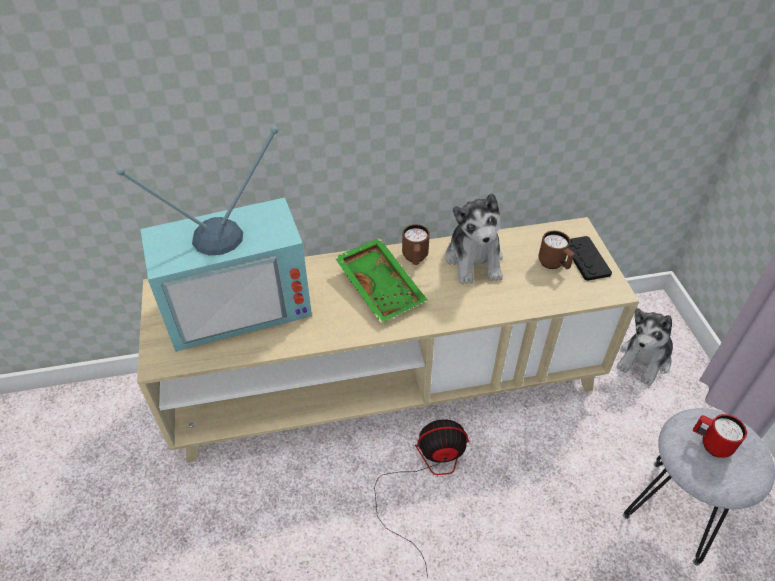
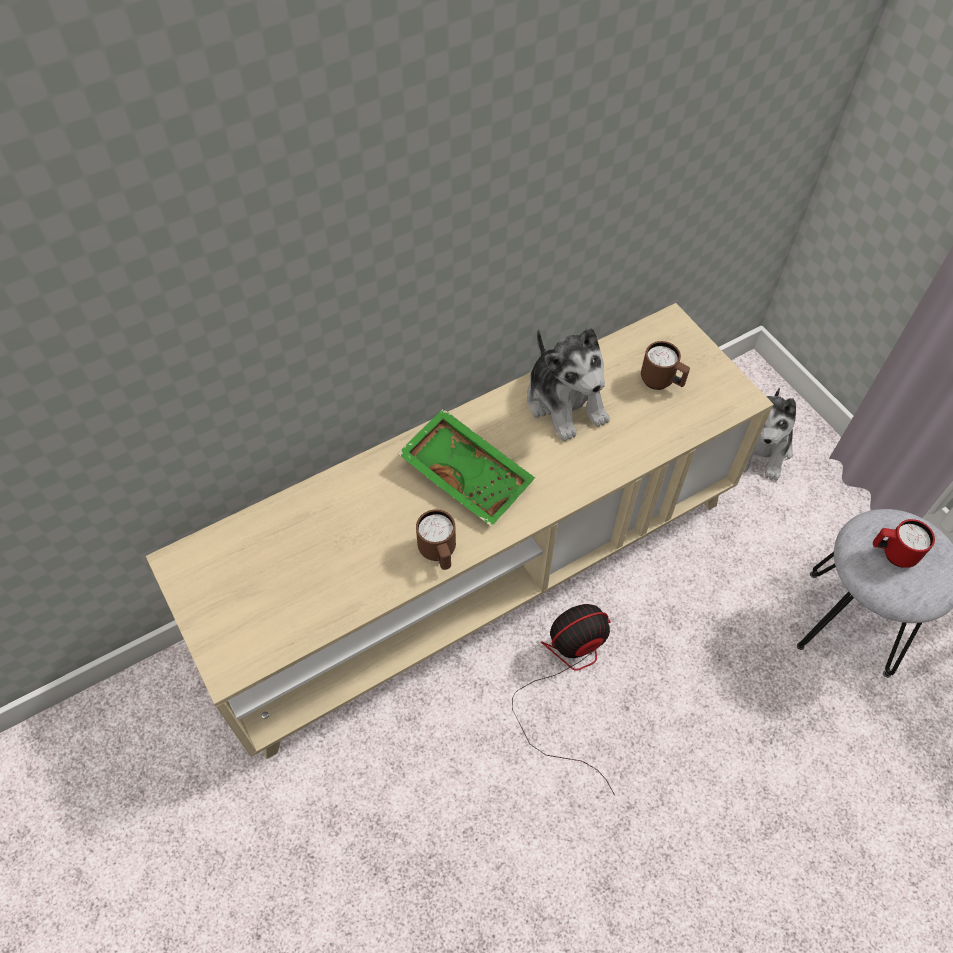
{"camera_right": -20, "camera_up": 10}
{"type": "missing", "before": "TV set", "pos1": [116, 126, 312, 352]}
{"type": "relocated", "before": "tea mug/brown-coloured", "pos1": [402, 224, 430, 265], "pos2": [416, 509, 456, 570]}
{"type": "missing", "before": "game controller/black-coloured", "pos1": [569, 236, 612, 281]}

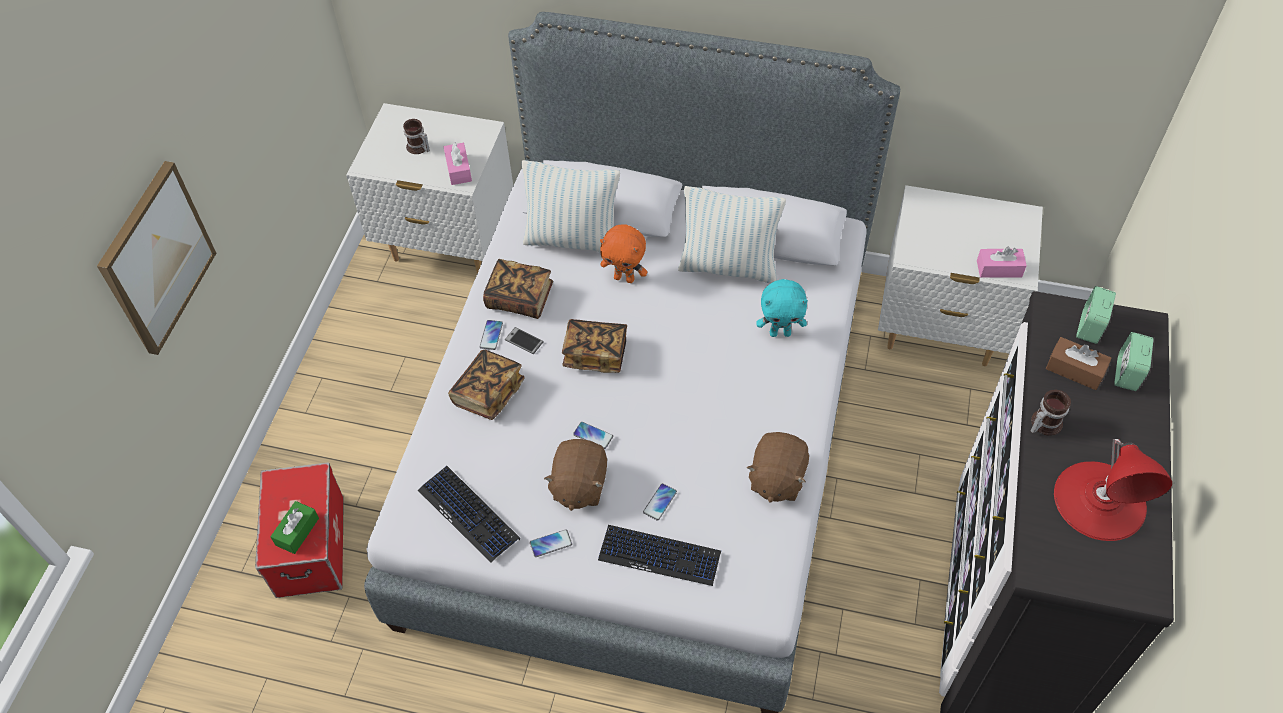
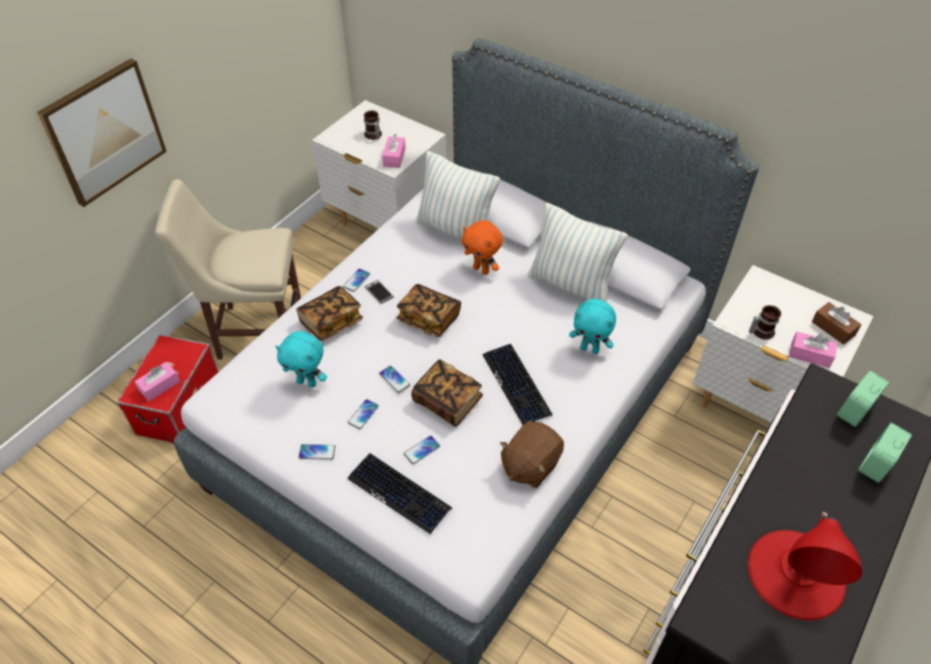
{"camera_right": 20, "camera_up": -5}
{"type": "relocated", "before": "bound book", "pos1": [483, 259, 553, 319], "pos2": [411, 359, 483, 427]}
{"type": "relocated", "before": "box of tissues/brown-coloured", "pos1": [1046, 337, 1112, 390], "pos2": [812, 302, 862, 345]}
{"type": "relocated", "before": "tea mug", "pos1": [1030, 390, 1071, 436], "pos2": [749, 305, 781, 340]}
{"type": "exchanged", "before": "cuddly toy/brown-coloured", "after": "telephone", "pos1": [544, 439, 607, 511], "pos2": [348, 399, 379, 429]}
{"type": "relocated", "before": "keyboard", "pos1": [418, 466, 520, 563], "pos2": [483, 344, 552, 425]}
{"type": "colour", "before": "box of tissues/greenish", "after": "box of tissues/pink", "pos1": [270, 501, 319, 554], "pos2": [135, 362, 180, 401]}
{"type": "appeared", "after": "chair/beige-coloured", "pos2": [155, 179, 301, 359]}
{"type": "appeared", "after": "cuddly toy/turquoise", "pos2": [275, 331, 327, 387]}

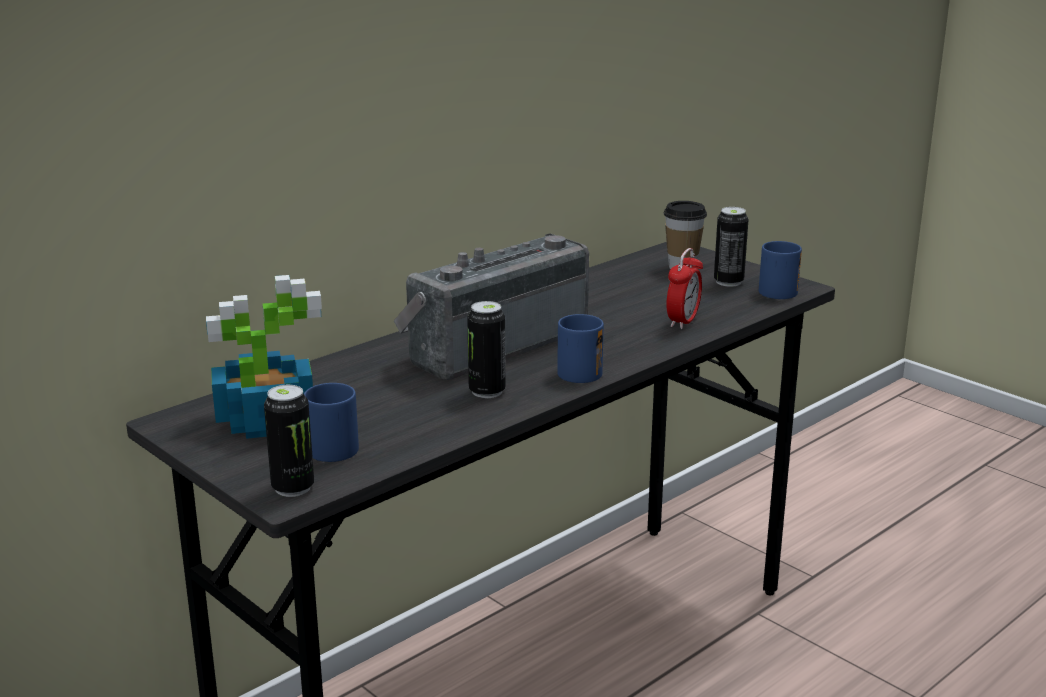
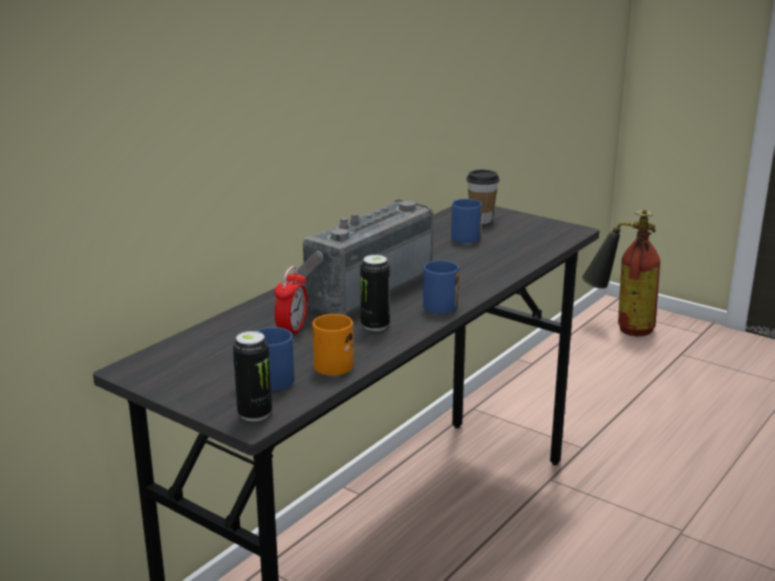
{"camera_right": -10, "camera_up": 0}
{"type": "missing", "before": "metal can", "pos1": [714, 207, 748, 287]}
{"type": "relocated", "before": "tea mug/bluish", "pos1": [759, 241, 802, 299], "pos2": [451, 199, 482, 243]}
{"type": "relocated", "before": "bedside clock", "pos1": [666, 248, 703, 329], "pos2": [274, 266, 308, 334]}
{"type": "missing", "before": "houseplant", "pos1": [206, 275, 322, 439]}
{"type": "appeared", "after": "fire extinguisher", "pos2": [582, 210, 660, 336]}
{"type": "appeared", "after": "tea mug/orange-coloured", "pos2": [313, 314, 354, 375]}

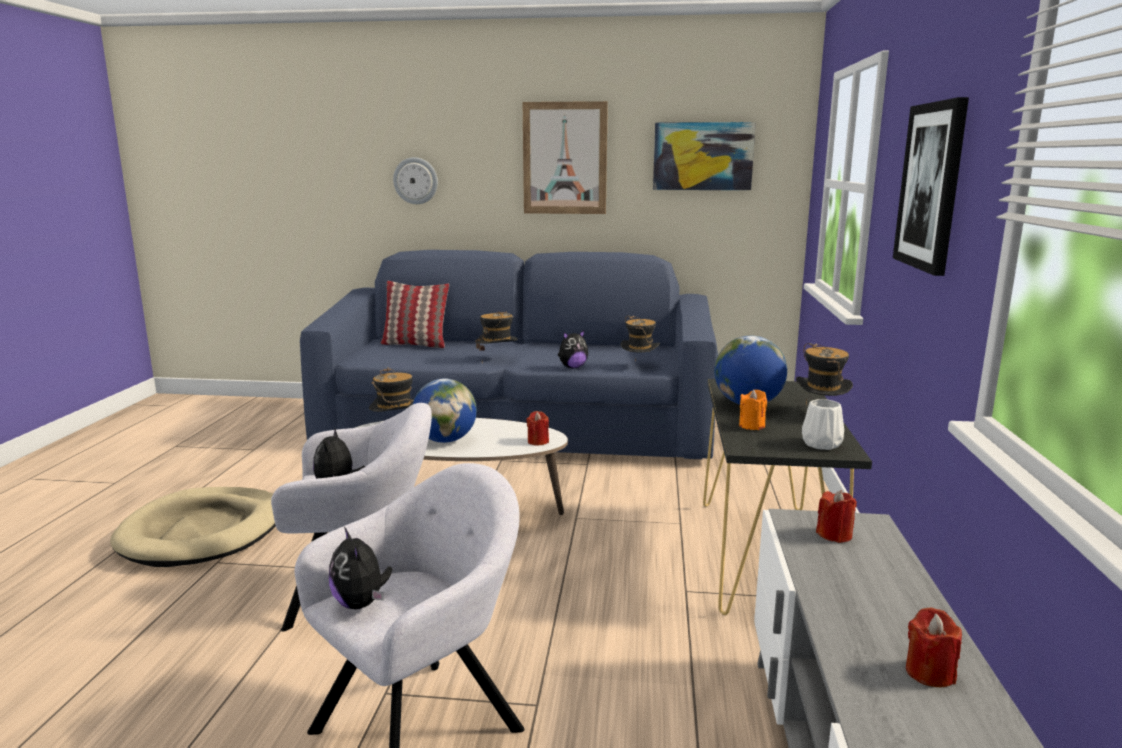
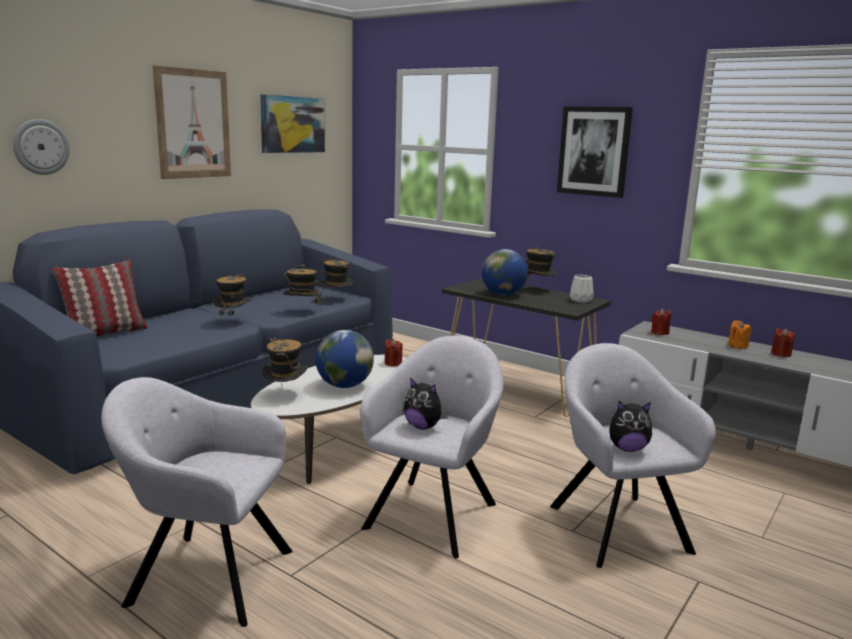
{"camera_right": -60, "camera_up": 0}
{"type": "exchanged", "before": "cuddly toy", "after": "hat", "pos1": [558, 330, 588, 368], "pos2": [283, 264, 322, 303]}
{"type": "relocated", "before": "candle/orange-coloured", "pos1": [739, 389, 767, 430], "pos2": [728, 320, 751, 349]}
{"type": "exchanged", "before": "pet bed/beige-coloured", "after": "lounge chair/greyish", "pos1": [110, 487, 276, 567], "pos2": [101, 377, 292, 627]}

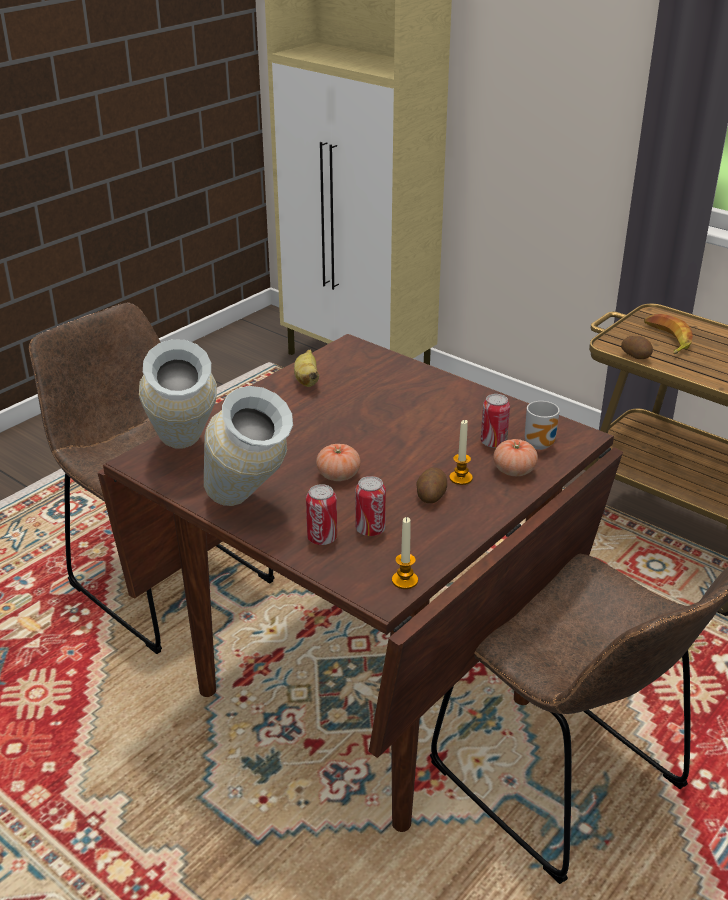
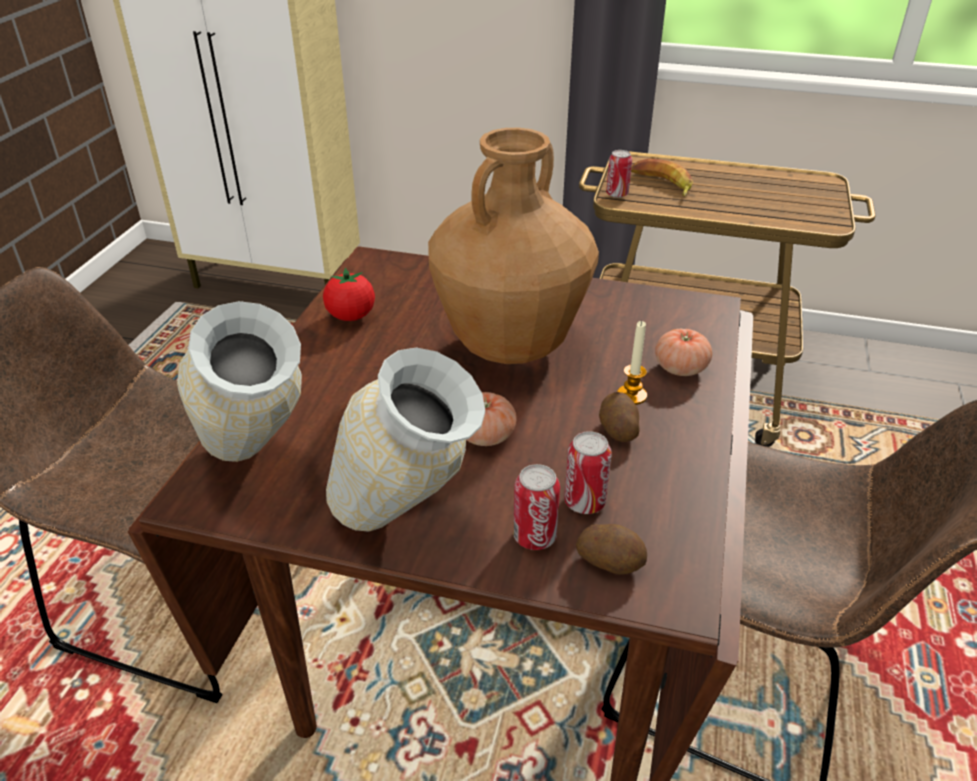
{"camera_right": -25, "camera_up": 5}
{"type": "relocated", "before": "spud", "pos1": [621, 336, 653, 359], "pos2": [576, 524, 647, 575]}
{"type": "exchanged", "before": "banana", "after": "fresh tomato", "pos1": [294, 350, 319, 387], "pos2": [323, 268, 375, 321]}
{"type": "relocated", "before": "metal can", "pos1": [481, 394, 510, 448], "pos2": [606, 150, 632, 198]}
{"type": "missing", "before": "tea mug", "pos1": [525, 401, 560, 450]}
{"type": "missing", "before": "candle", "pos1": [392, 517, 418, 589]}
{"type": "appeared", "after": "decorative vase/brown-coloured", "pos2": [428, 128, 599, 364]}

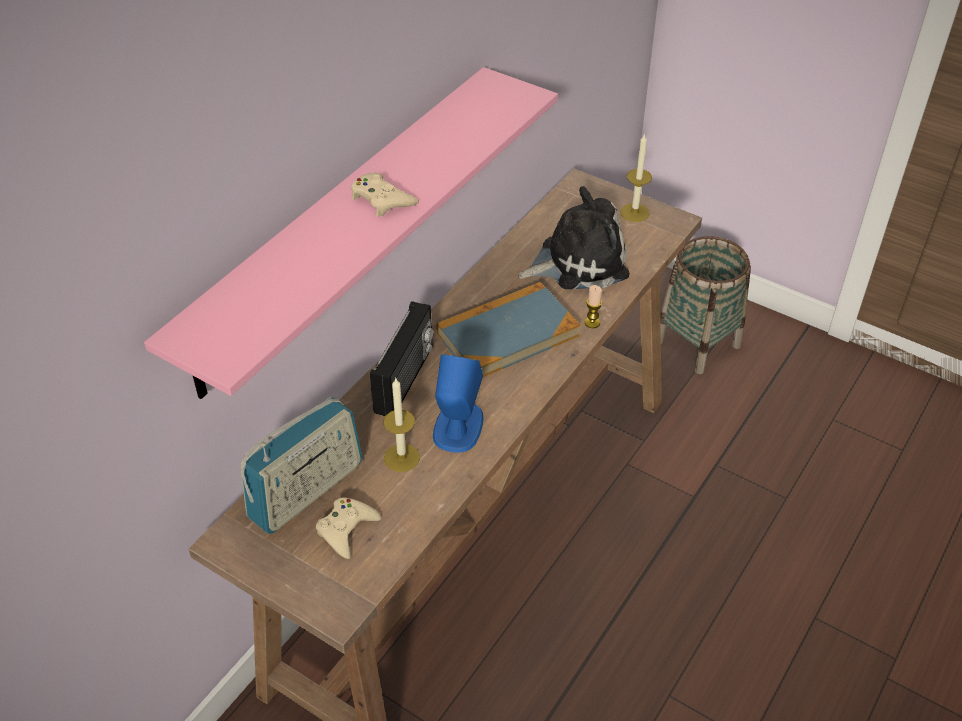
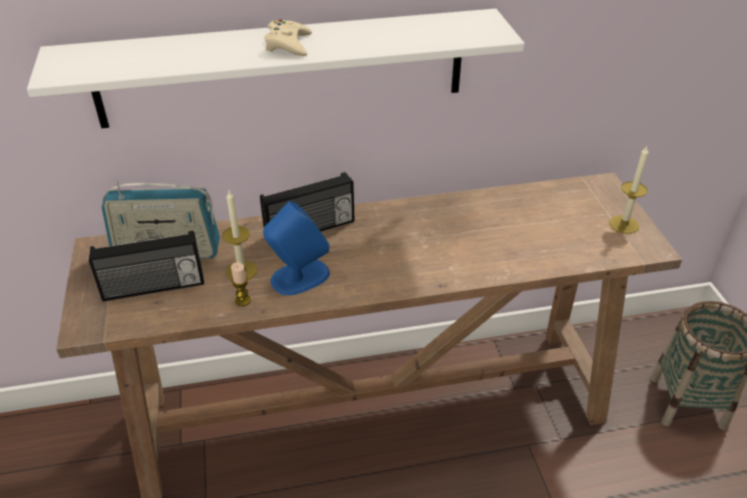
{"camera_right": 45, "camera_up": -5}
{"type": "colour", "before": "shelf/pink", "after": "shelf/white-coloured", "pos1": [144, 67, 558, 399], "pos2": [27, 9, 525, 129]}
{"type": "missing", "before": "cuddly toy", "pos1": [518, 186, 629, 289]}
{"type": "missing", "before": "bound book", "pos1": [436, 282, 580, 377]}
{"type": "relocated", "before": "candle", "pos1": [585, 285, 602, 328], "pos2": [231, 262, 251, 306]}
{"type": "exchanged", "before": "game controller/beige-coloured", "after": "radio", "pos1": [316, 497, 381, 559], "pos2": [89, 231, 204, 301]}

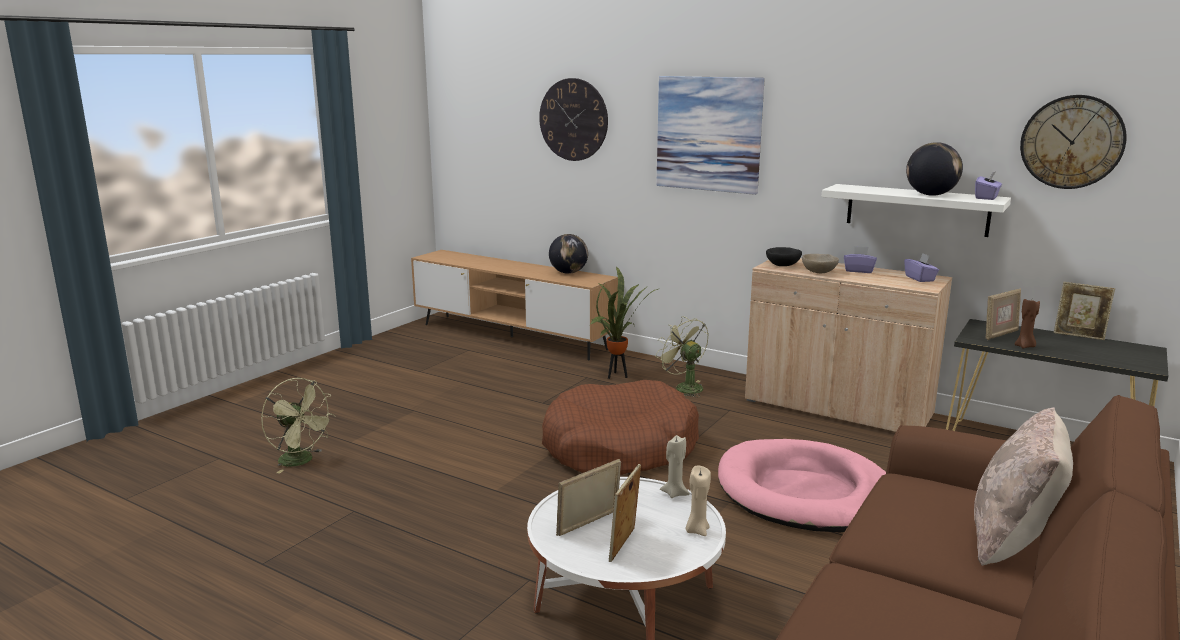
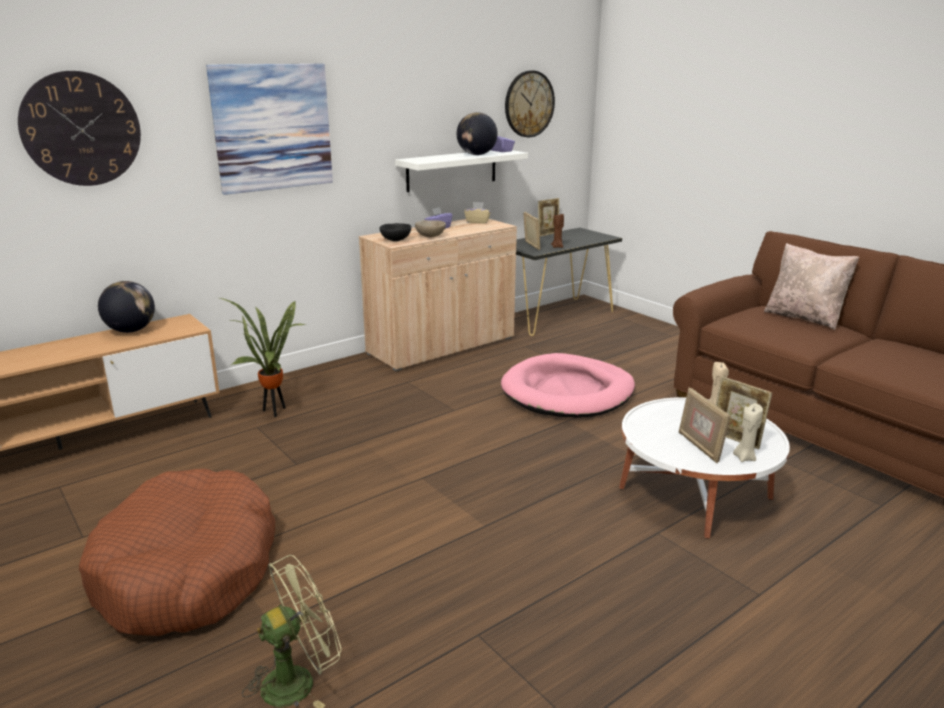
{"camera_right": -70, "camera_up": 5}
{"type": "colour", "before": "box of tissues/purple", "after": "box of tissues/beige-coloured", "pos1": [904, 254, 939, 282], "pos2": [464, 202, 491, 224]}
{"type": "missing", "before": "fan/greenish", "pos1": [656, 316, 709, 397]}
{"type": "relocated", "before": "pet bed/brown-coloured", "pos1": [542, 380, 699, 475], "pos2": [79, 469, 275, 636]}
{"type": "relocated", "before": "candle/beige-coloured", "pos1": [660, 435, 690, 498], "pos2": [733, 403, 763, 462]}

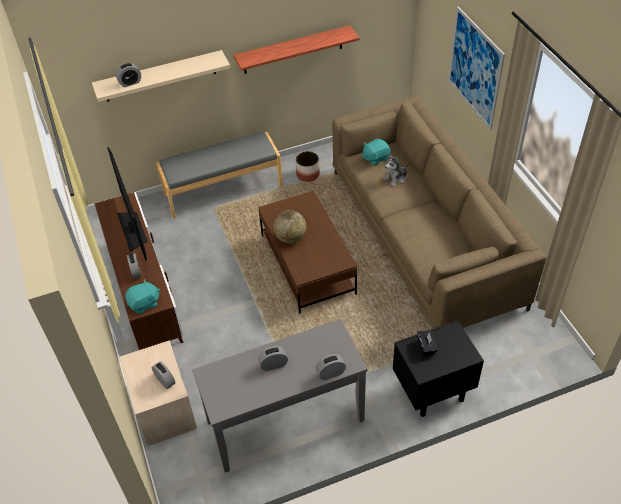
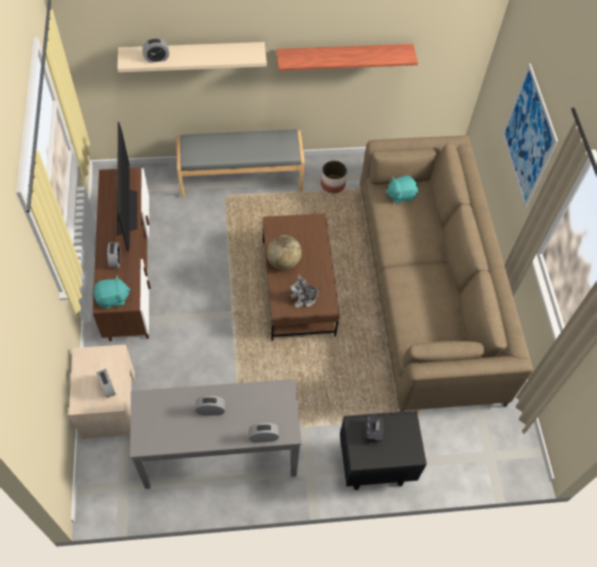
{"camera_right": 10, "camera_up": 10}
{"type": "relocated", "before": "cuddly toy", "pos1": [384, 154, 409, 186], "pos2": [290, 274, 322, 308]}

